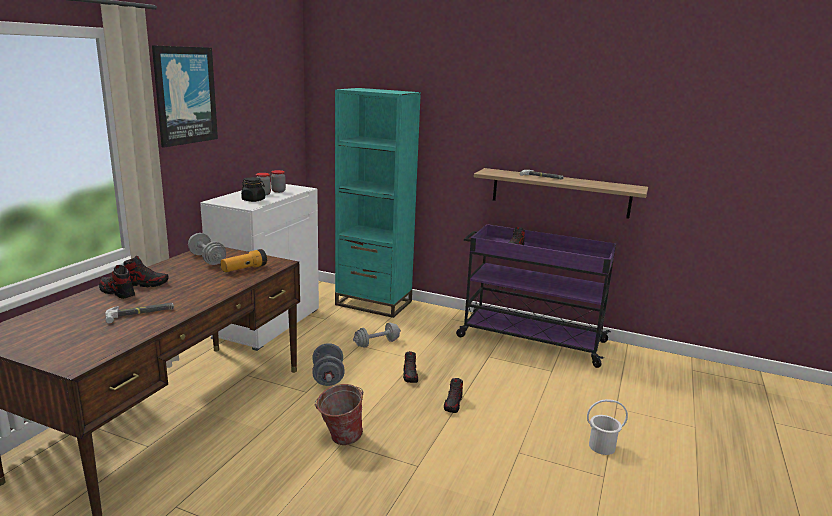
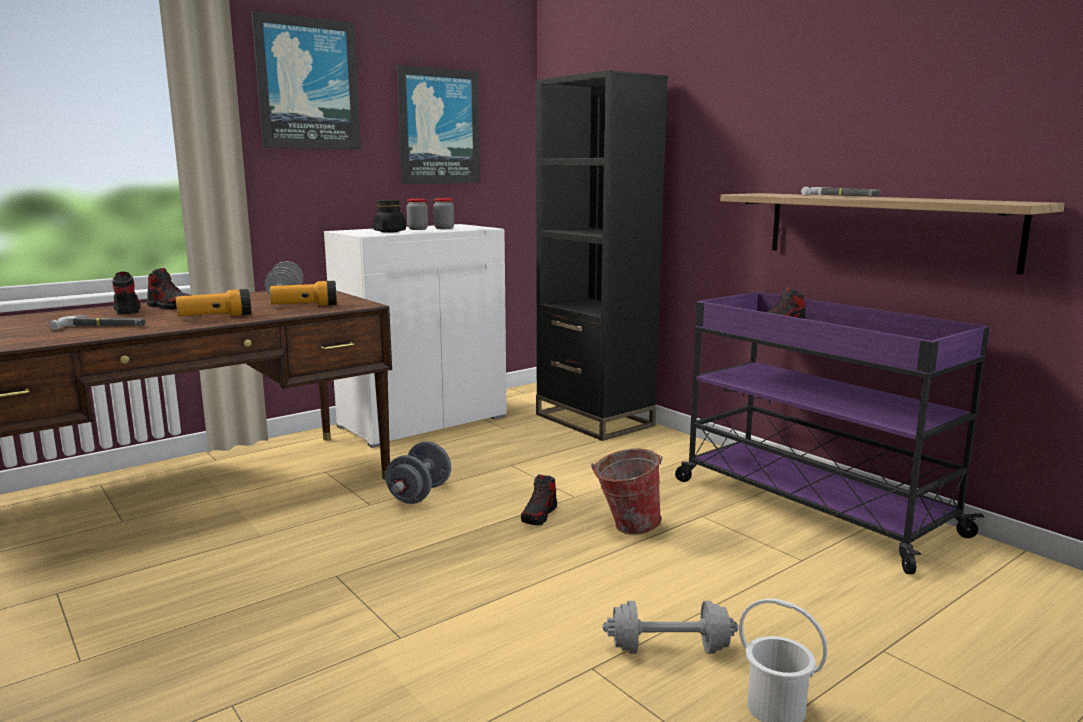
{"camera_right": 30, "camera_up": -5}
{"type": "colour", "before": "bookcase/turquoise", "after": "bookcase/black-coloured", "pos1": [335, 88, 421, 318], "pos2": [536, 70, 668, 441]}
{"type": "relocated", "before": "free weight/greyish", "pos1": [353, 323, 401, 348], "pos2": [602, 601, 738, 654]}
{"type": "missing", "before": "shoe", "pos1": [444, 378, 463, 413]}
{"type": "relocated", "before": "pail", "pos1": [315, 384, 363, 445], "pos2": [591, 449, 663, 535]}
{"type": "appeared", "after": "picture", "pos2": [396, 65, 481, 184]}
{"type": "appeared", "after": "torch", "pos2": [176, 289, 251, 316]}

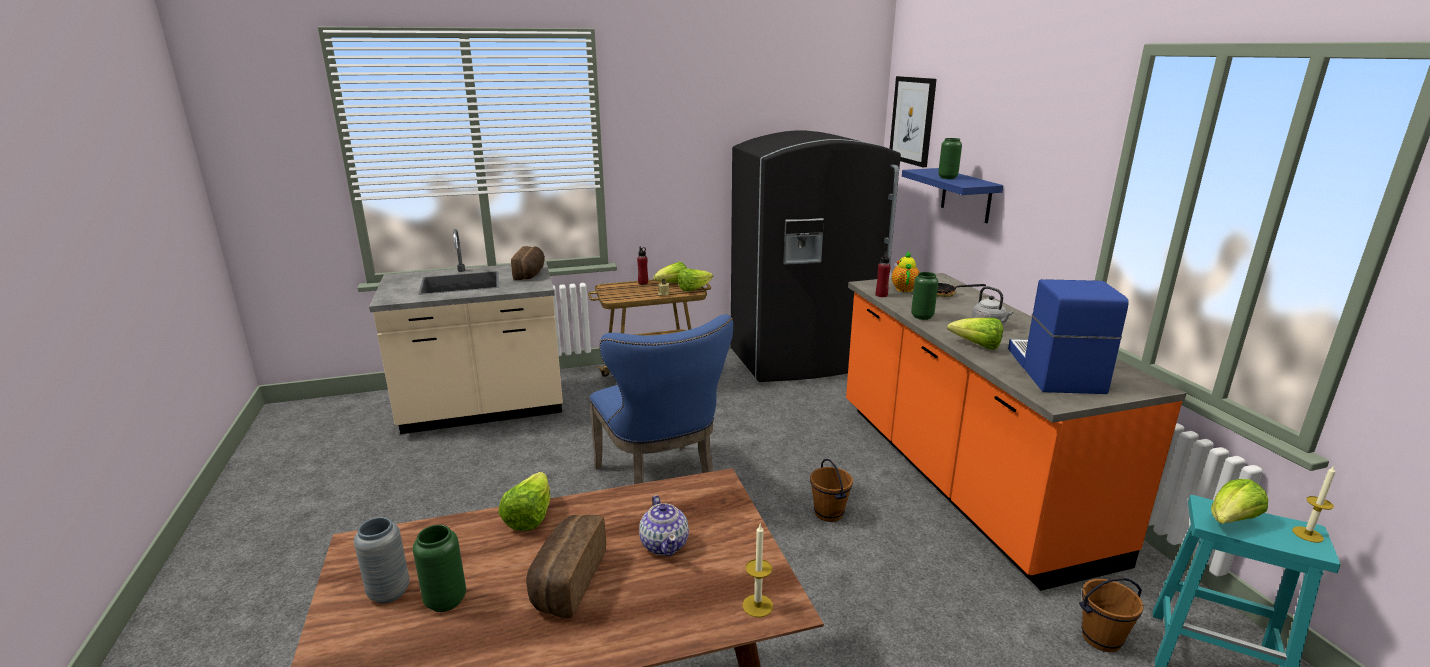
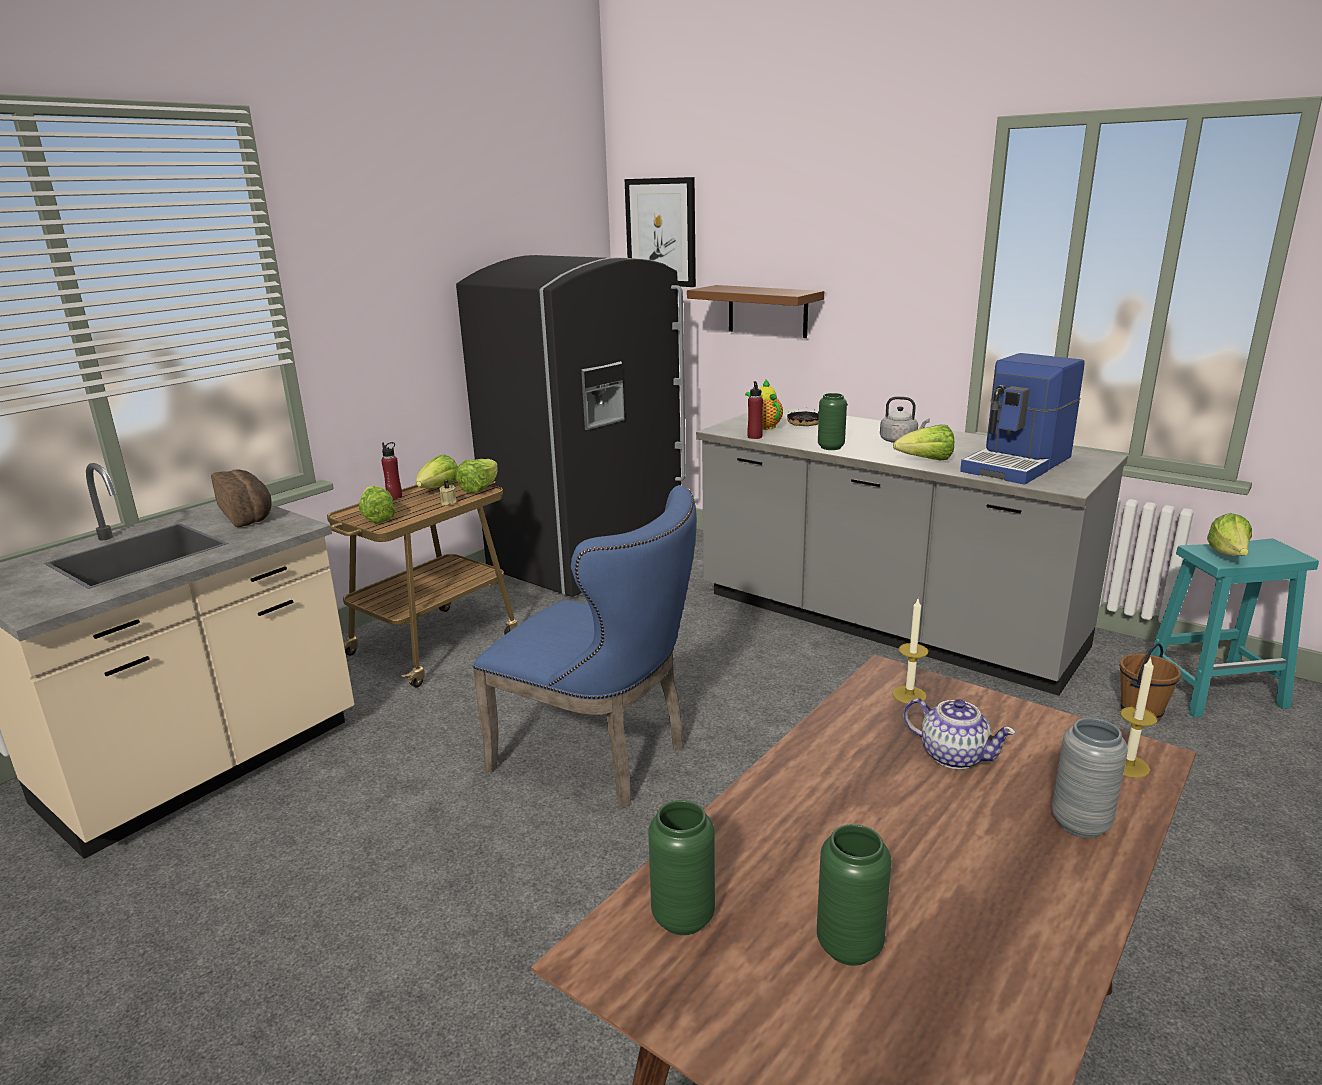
{"camera_right": -35, "camera_up": 0}
{"type": "relocated", "before": "decorative vase/greenish", "pos1": [938, 138, 962, 179], "pos2": [648, 800, 715, 935]}
{"type": "colour", "before": "shelf/bluish", "after": "shelf/brown-coloured", "pos1": [902, 168, 1004, 223], "pos2": [687, 285, 824, 338]}
{"type": "colour", "before": "kitchen base unit/orange-coloured", "after": "kitchen base unit/greyish", "pos1": [846, 273, 1187, 591], "pos2": [696, 407, 1128, 696]}
{"type": "spun", "before": "coffee machine", "pos1": [1008, 279, 1129, 394], "pos2": [960, 353, 1085, 485], "turn": -105}
{"type": "missing", "before": "pail/brown-coloured", "pos1": [810, 459, 853, 522]}
{"type": "relocated", "before": "candle", "pos1": [1292, 466, 1336, 543], "pos2": [892, 597, 928, 704]}
{"type": "relocated", "before": "lettuce", "pos1": [498, 472, 550, 531], "pos2": [359, 486, 396, 523]}
{"type": "missing", "before": "baked bread", "pos1": [526, 515, 606, 618]}
{"type": "relocated", "before": "decorative vase/greyish", "pos1": [354, 517, 410, 603], "pos2": [1052, 718, 1128, 838]}

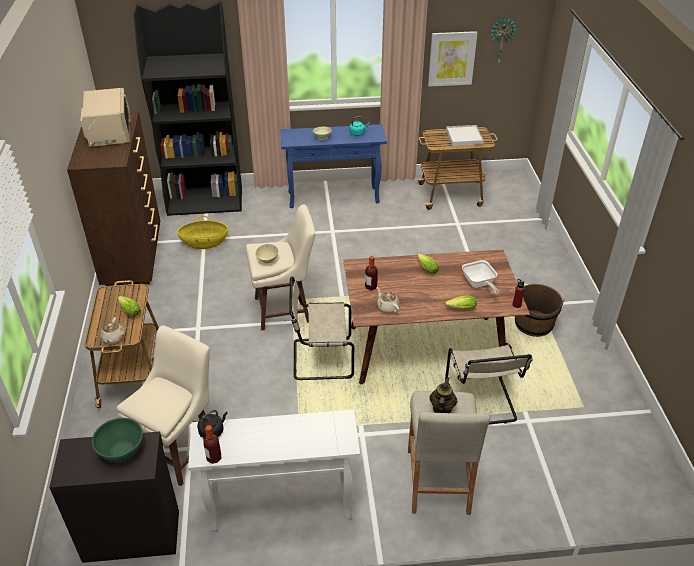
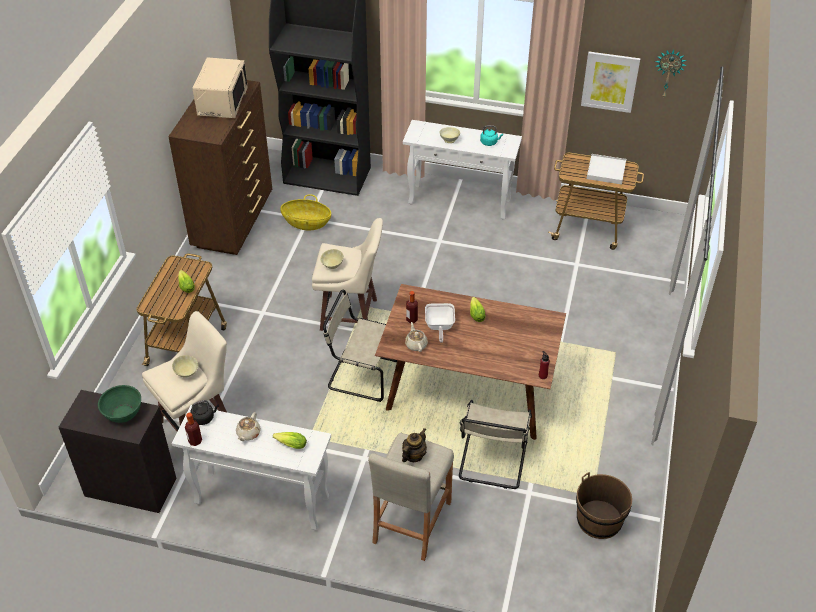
{"camera_right": 20, "camera_up": 5}
{"type": "colour", "before": "narrow table/bluish", "after": "narrow table/white-coloured", "pos1": [280, 124, 387, 208], "pos2": [403, 120, 522, 220]}
{"type": "relocated", "before": "skillet", "pos1": [462, 260, 499, 295], "pos2": [425, 303, 455, 343]}
{"type": "relocated", "before": "pail/brown-coloured", "pos1": [515, 284, 565, 337], "pos2": [576, 472, 632, 539]}
{"type": "relocated", "before": "lettuce", "pos1": [445, 295, 477, 309], "pos2": [273, 432, 307, 449]}
{"type": "relocated", "before": "tea pot/beige-coloured", "pos1": [100, 317, 125, 344], "pos2": [236, 412, 261, 441]}
{"type": "appeared", "after": "bowl/beige-coloured", "pos2": [172, 355, 198, 378]}

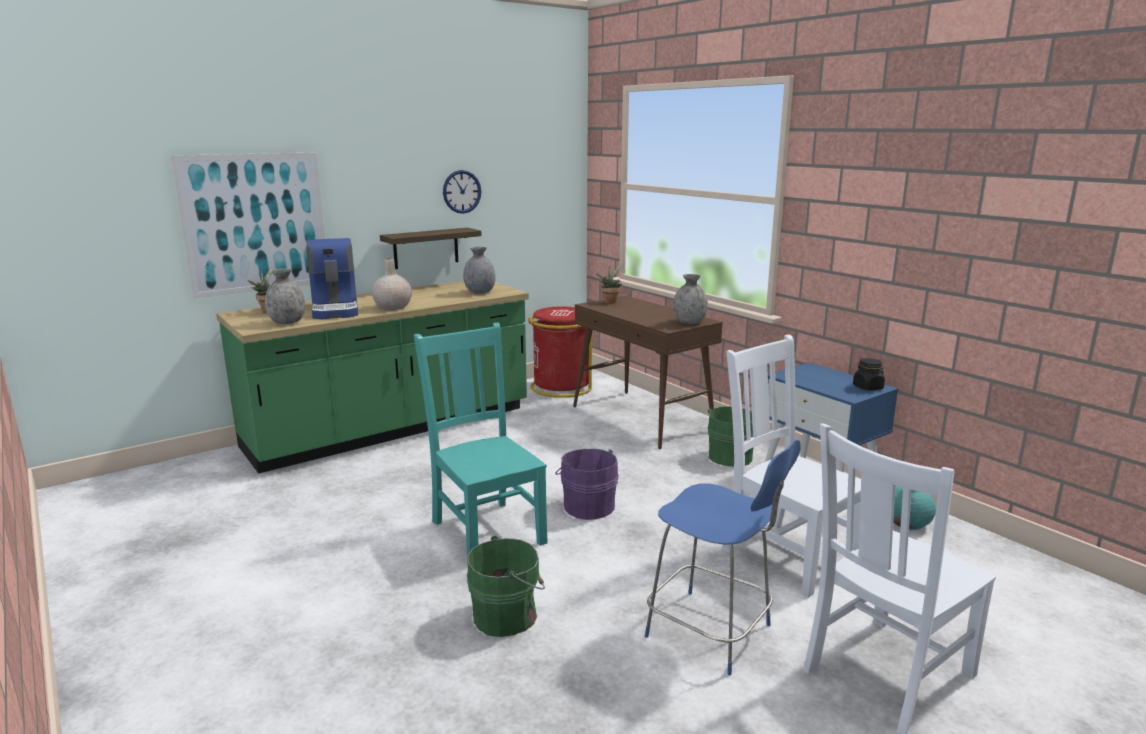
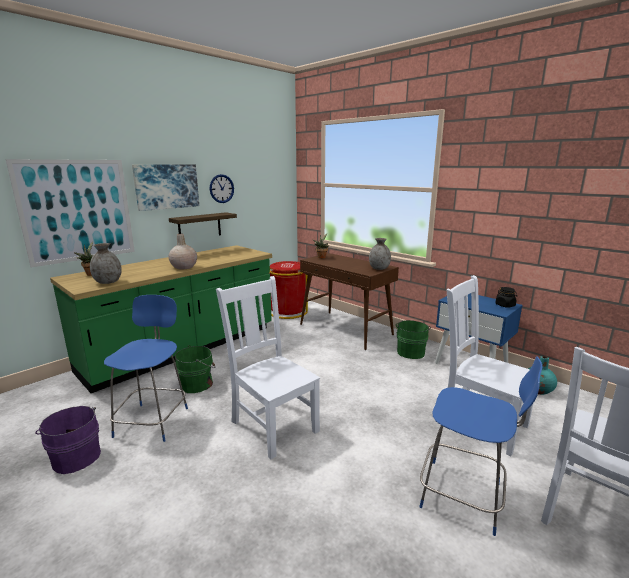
{"camera_right": -10, "camera_up": 0}
{"type": "missing", "before": "coffee machine", "pos1": [306, 238, 358, 319]}
{"type": "missing", "before": "decorative vase/greyish", "pos1": [463, 247, 496, 294]}
{"type": "colour", "before": "chair/turquoise", "after": "chair/white-coloured", "pos1": [414, 322, 548, 561], "pos2": [216, 276, 320, 459]}
{"type": "relocated", "before": "pail/purple", "pos1": [555, 449, 619, 520], "pos2": [35, 406, 101, 474]}
{"type": "relocated", "before": "pail/greenish", "pos1": [467, 536, 545, 637], "pos2": [175, 345, 216, 393]}
{"type": "appeared", "after": "picture", "pos2": [132, 164, 199, 211]}
{"type": "appeared", "after": "stool seat/bluish", "pos2": [104, 295, 188, 442]}

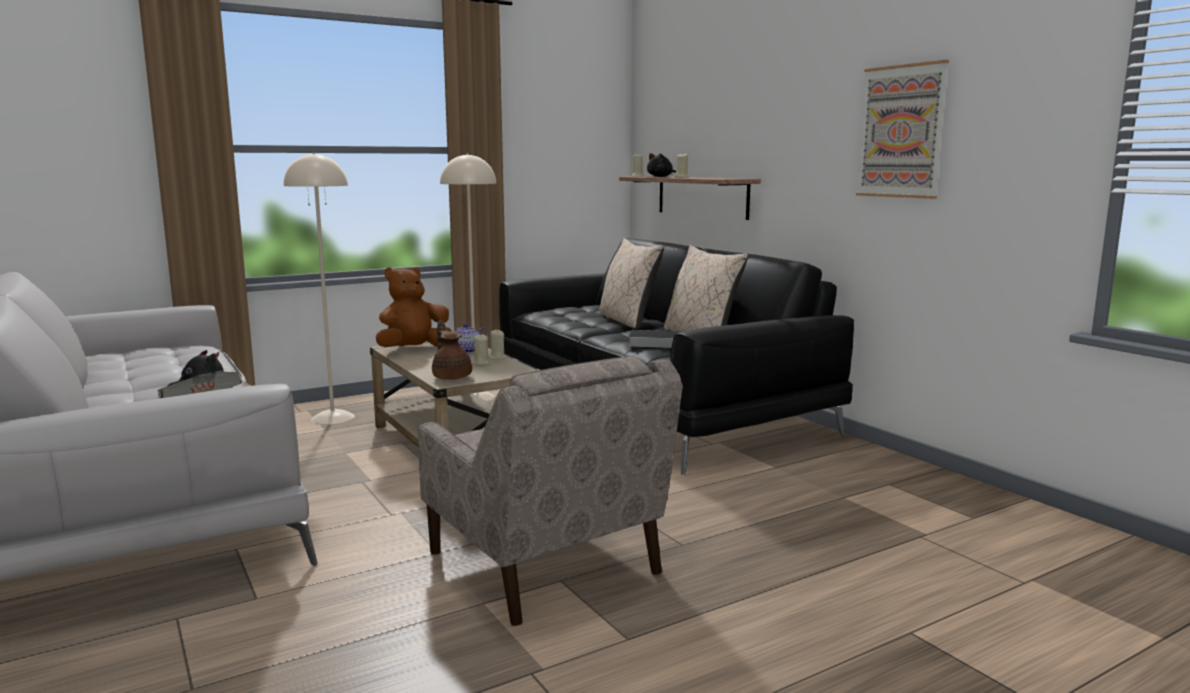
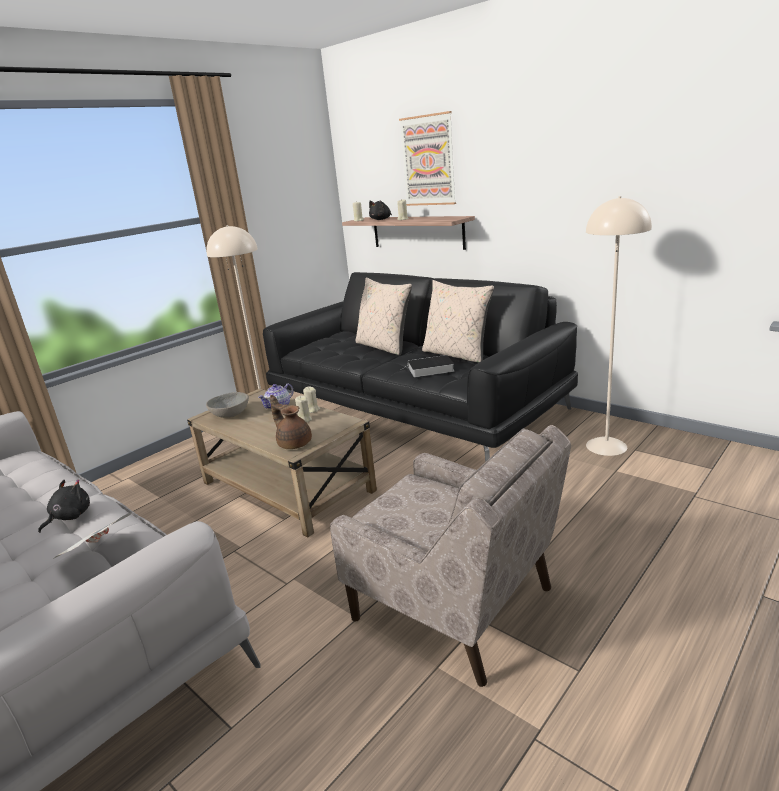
{"camera_right": -15, "camera_up": 10}
{"type": "relocated", "before": "picture", "pos1": [856, 60, 949, 199], "pos2": [399, 111, 456, 206]}
{"type": "relocated", "before": "standard lamp/beige-coloured", "pos1": [284, 152, 355, 424], "pos2": [586, 196, 652, 456]}
{"type": "exchanged", "before": "cuddly toy/brown-coloured", "after": "bowl/greyish", "pos1": [376, 267, 452, 347], "pos2": [206, 392, 249, 418]}

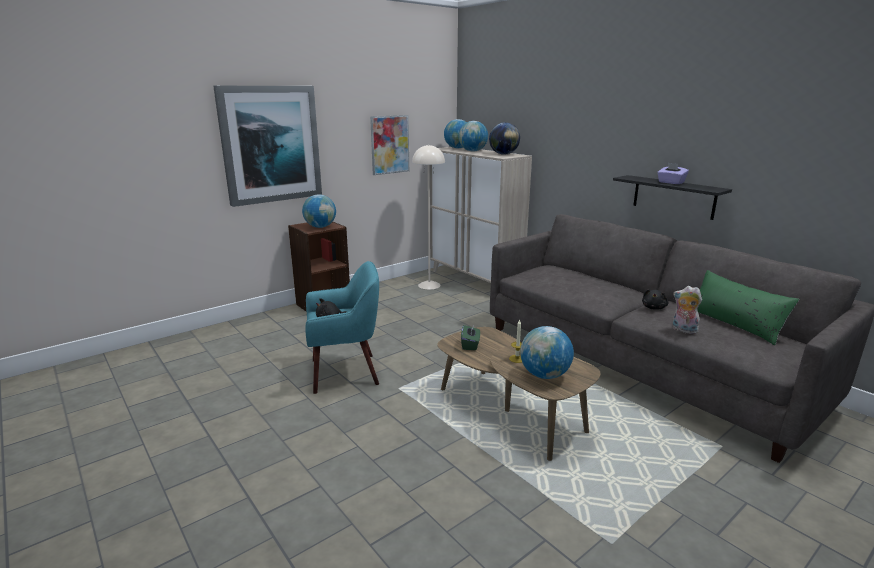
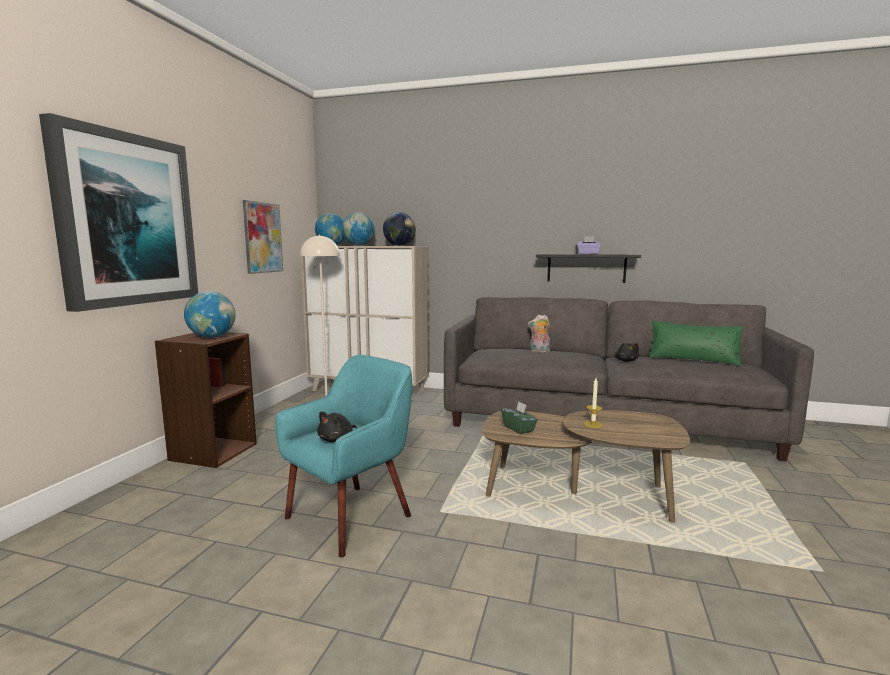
{"camera_right": -35, "camera_up": -10}
{"type": "relocated", "before": "cuddly toy", "pos1": [673, 286, 702, 334], "pos2": [528, 315, 550, 353]}
{"type": "missing", "before": "world globe", "pos1": [520, 326, 574, 379]}

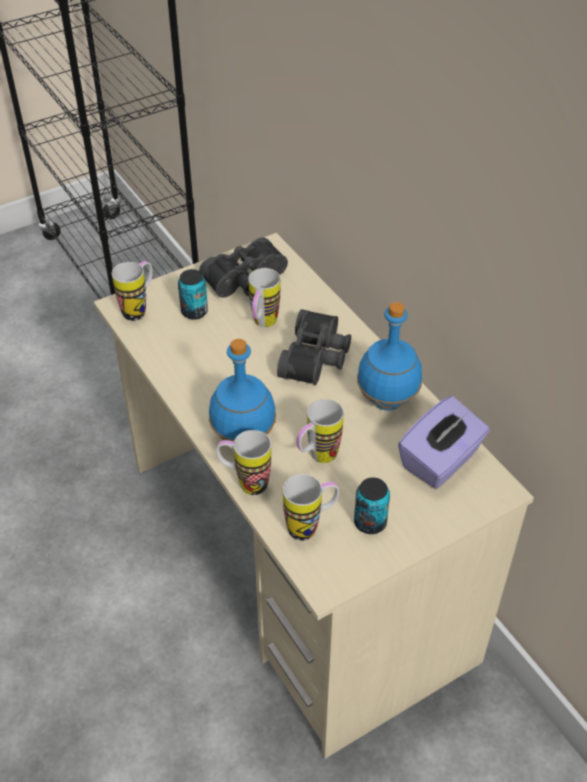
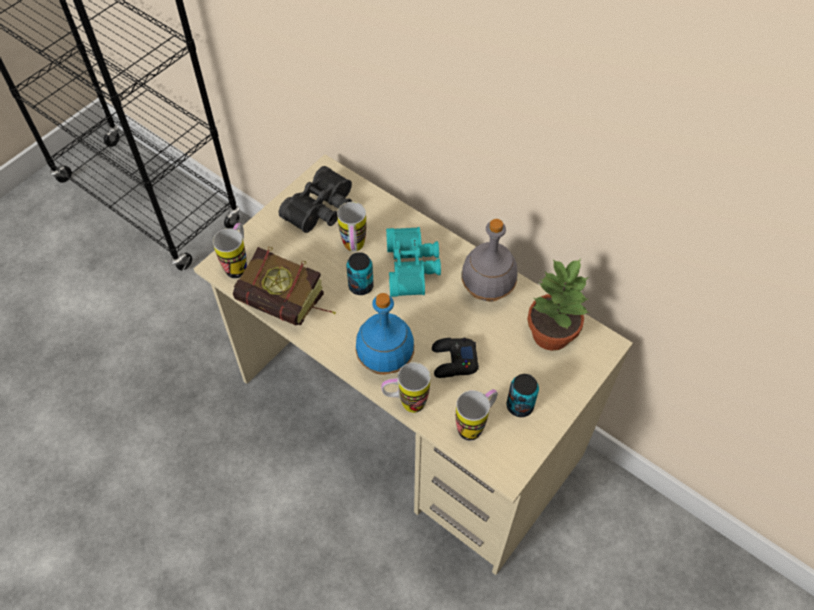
{"camera_right": -20, "camera_up": 10}
{"type": "relocated", "before": "metal can", "pos1": [178, 269, 208, 320], "pos2": [346, 252, 374, 295]}
{"type": "colour", "before": "beverage bottle/bluish", "after": "beverage bottle/greyish", "pos1": [357, 302, 422, 411], "pos2": [461, 219, 517, 302]}
{"type": "colour", "before": "field glasses/black-coloured", "after": "field glasses/turquoise", "pos1": [277, 309, 351, 385], "pos2": [386, 227, 441, 297]}
{"type": "exchanged", "before": "box of tissues/purple", "after": "houseplant", "pos1": [398, 396, 490, 489], "pos2": [527, 258, 590, 351]}
{"type": "exchanged", "before": "tea mug", "after": "game controller/black-coloured", "pos1": [296, 399, 344, 463], "pos2": [432, 337, 479, 378]}
{"type": "appeared", "after": "bound book", "pos2": [233, 247, 336, 325]}

